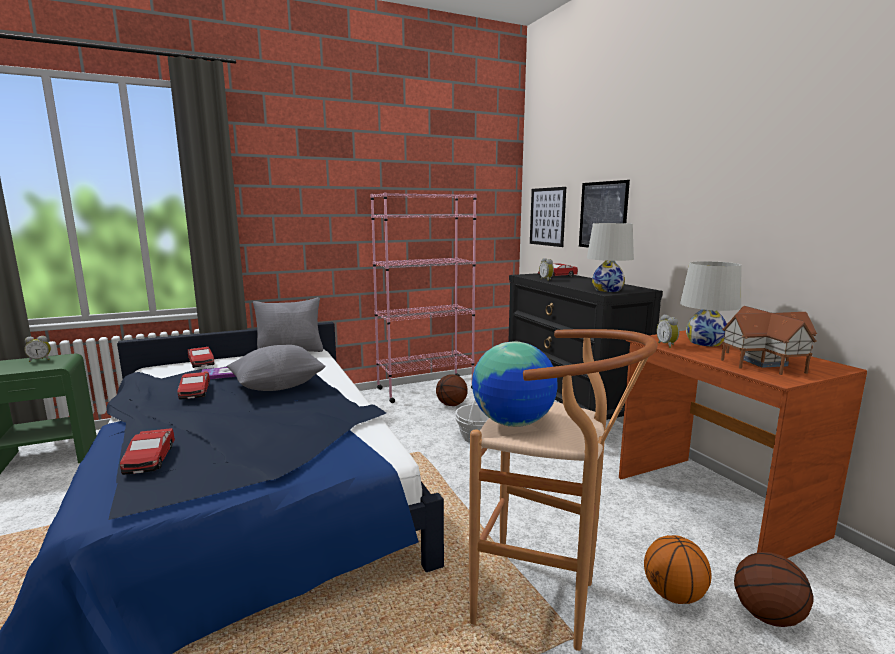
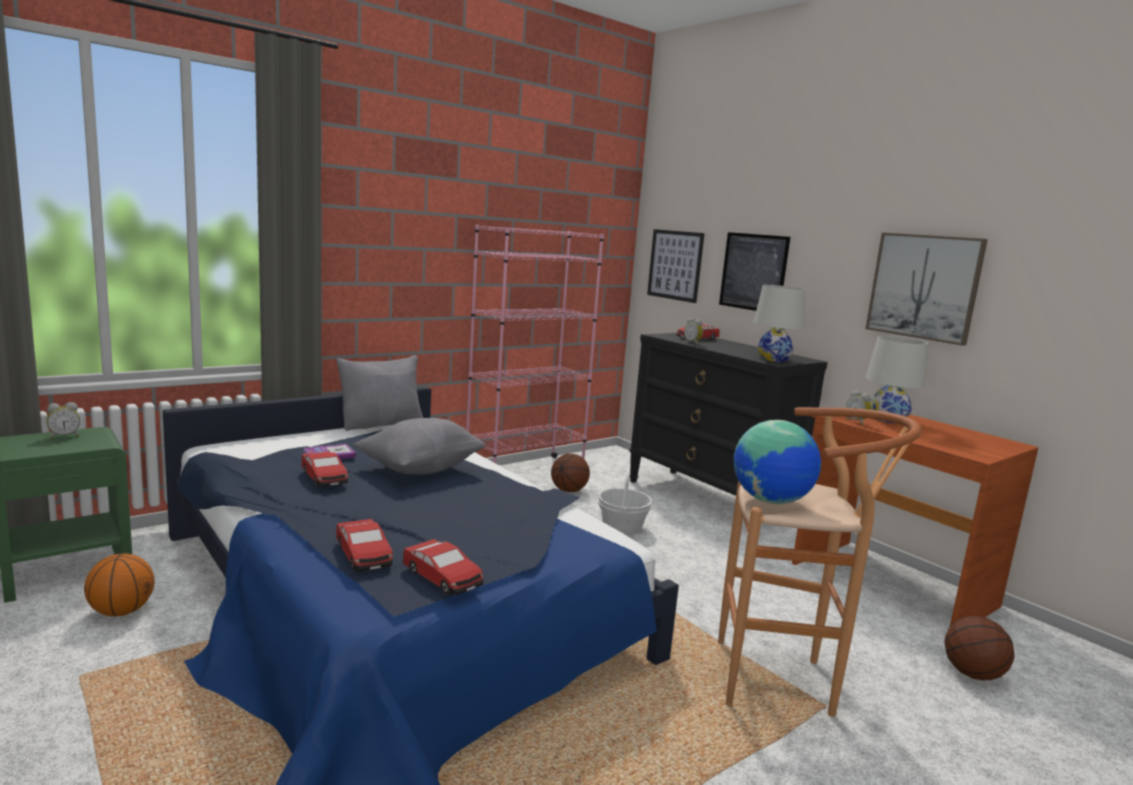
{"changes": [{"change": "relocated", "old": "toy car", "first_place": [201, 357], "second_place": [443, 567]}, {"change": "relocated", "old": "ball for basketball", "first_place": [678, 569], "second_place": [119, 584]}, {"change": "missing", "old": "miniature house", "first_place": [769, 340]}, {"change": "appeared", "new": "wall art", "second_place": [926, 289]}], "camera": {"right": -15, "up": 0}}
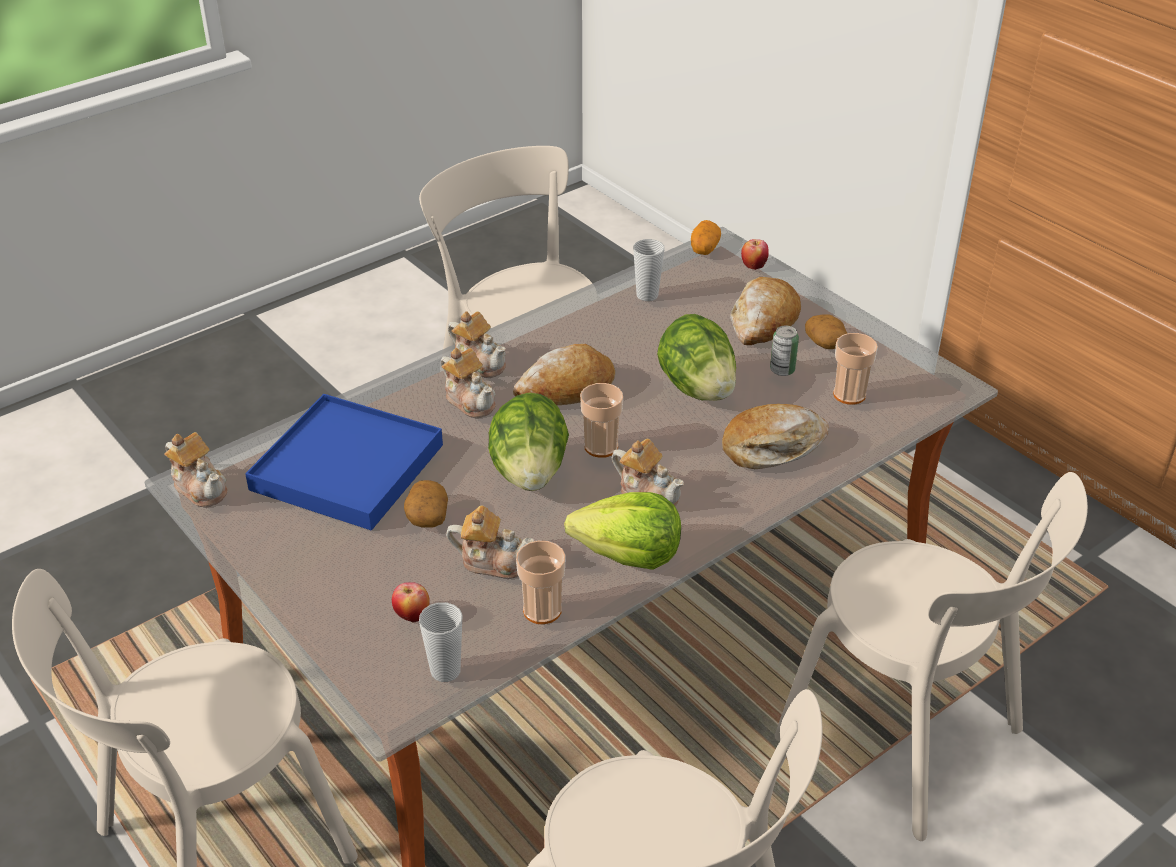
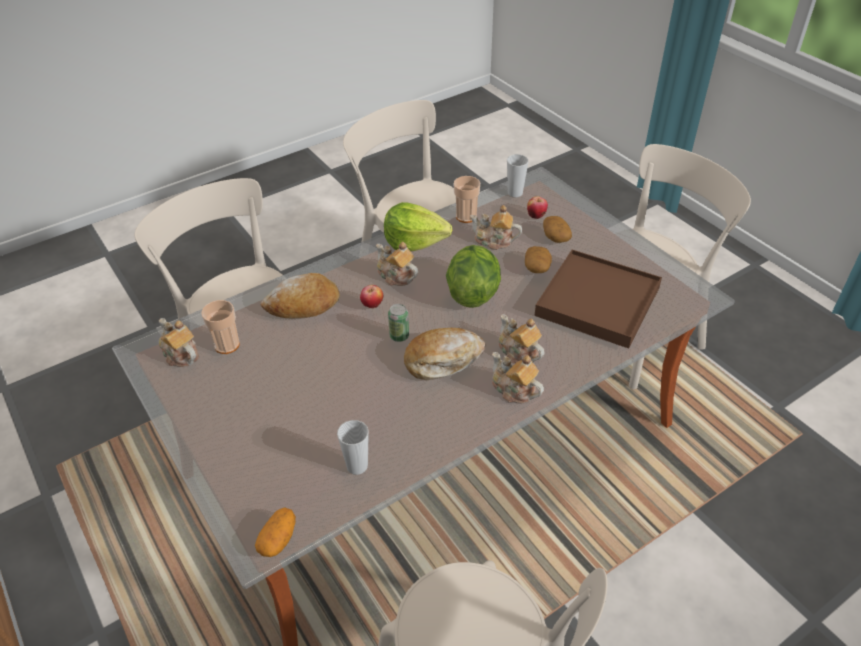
{"changes": [{"change": "relocated", "old": "teapot", "first_place": [195, 469], "second_place": [179, 342]}, {"change": "colour", "old": "blue-coloured tray", "new": "brownish tray", "first_place": [344, 462], "second_place": [598, 299]}, {"change": "missing", "old": "drinking cup", "first_place": [601, 420]}, {"change": "missing", "old": "head of lettuce", "first_place": [696, 357]}, {"change": "missing", "old": "baked bread", "first_place": [765, 311]}, {"change": "relocated", "old": "apple", "first_place": [755, 254], "second_place": [371, 296]}, {"change": "relocated", "old": "sealed can", "first_place": [784, 350], "second_place": [398, 323]}, {"change": "relocated", "old": "whole potato", "first_place": [826, 331], "second_place": [557, 229]}], "camera": {"right": -175, "up": 5}}
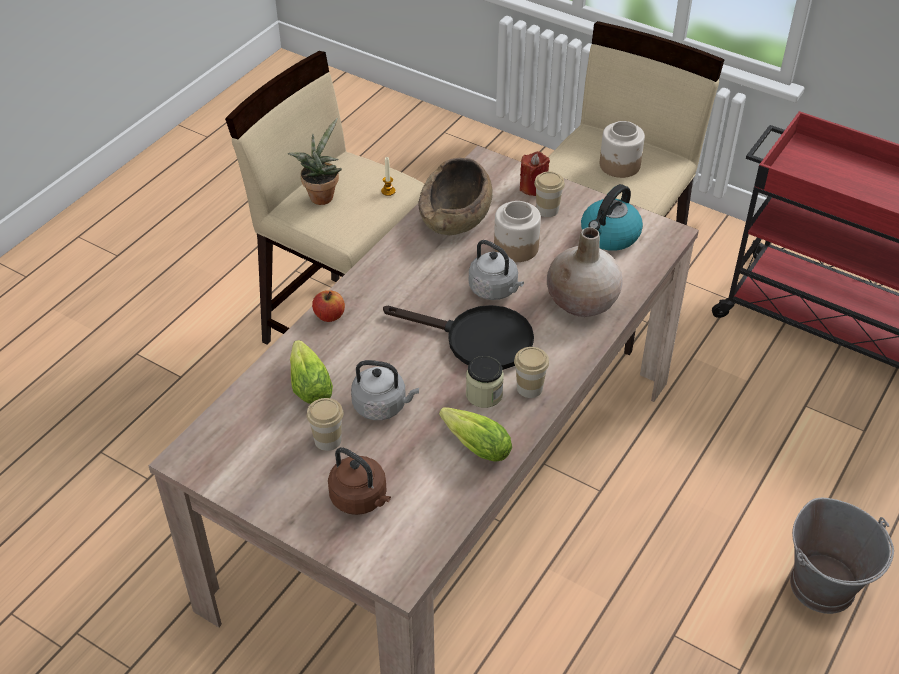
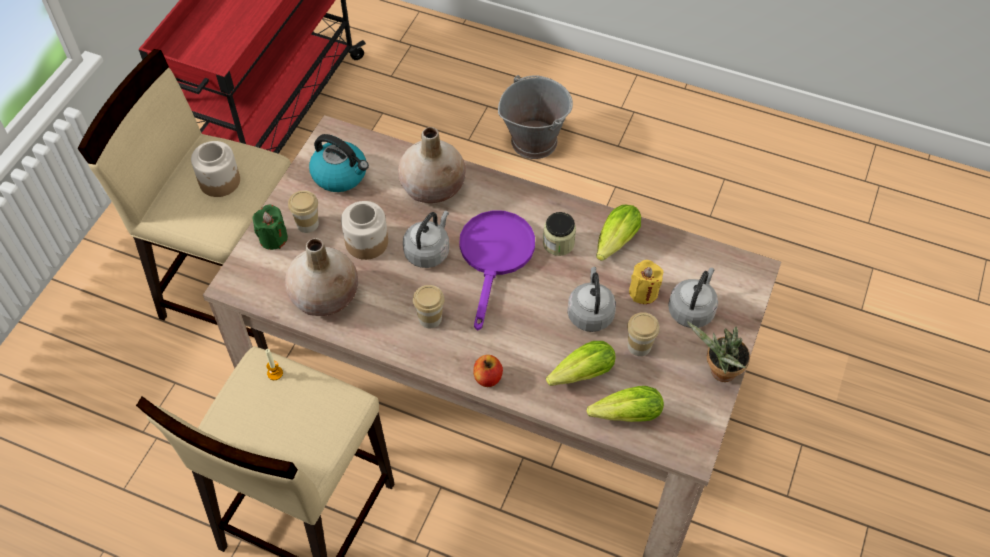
{"changes": [{"change": "relocated", "old": "houseplant", "first_place": [315, 161], "second_place": [718, 351]}, {"change": "colour", "old": "brownish kettle", "new": "greyish kettle", "first_place": [359, 481], "second_place": [693, 298]}, {"change": "colour", "old": "black-coloured frying pan", "new": "purple frying pan", "first_place": [458, 337], "second_place": [497, 270]}, {"change": "exchanged", "old": "brownish bowl", "new": "beige decorative vase", "first_place": [456, 196], "second_place": [321, 277]}, {"change": "relocated", "old": "drinking cup", "first_place": [531, 372], "second_place": [429, 306]}, {"change": "colour", "old": "red wax candle", "new": "green wax candle", "first_place": [535, 173], "second_place": [270, 227]}, {"change": "appeared", "new": "head of lettuce", "second_place": [625, 404]}, {"change": "appeared", "new": "yellowish wax candle", "second_place": [646, 282]}], "camera": {"right": -100, "up": 10}}
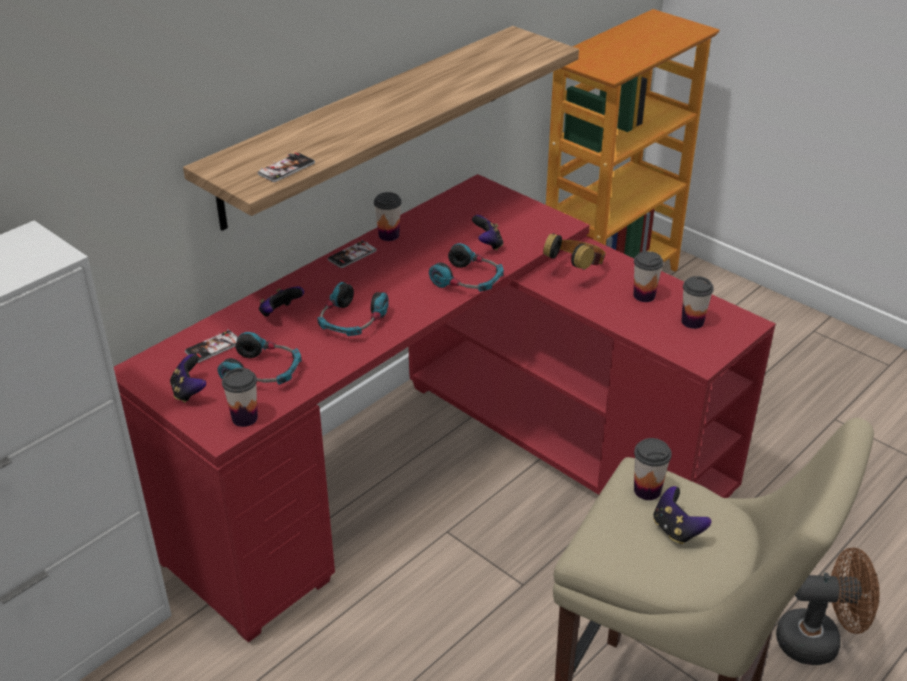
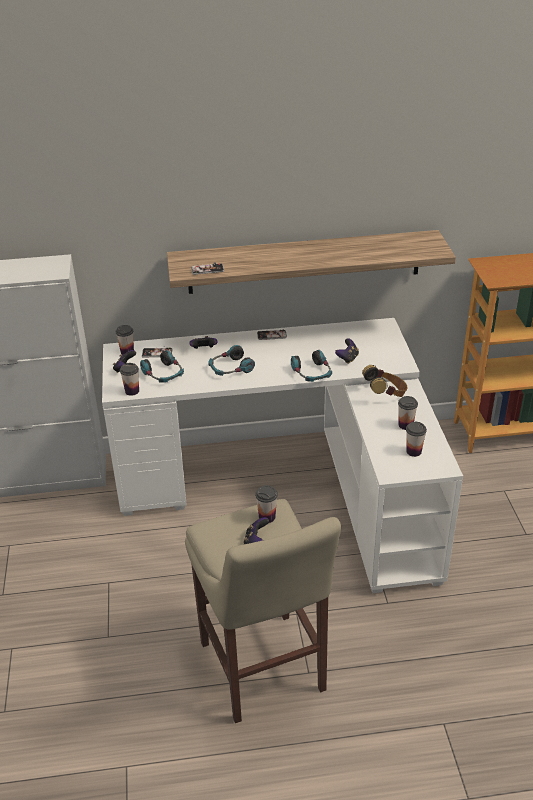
{"changes": [{"change": "colour", "old": "red desk table", "new": "white-coloured desk table", "first_place": [445, 408], "second_place": [282, 455]}, {"change": "relocated", "old": "drinking cup", "first_place": [388, 216], "second_place": [125, 340]}, {"change": "missing", "old": "brownish cooling fan", "first_place": [827, 606]}], "camera": {"right": 40, "up": 0}}
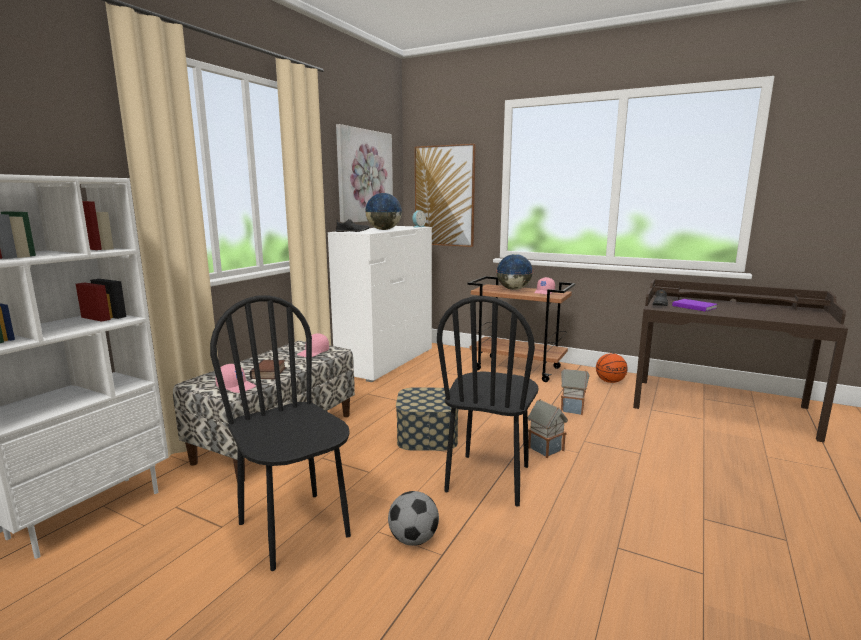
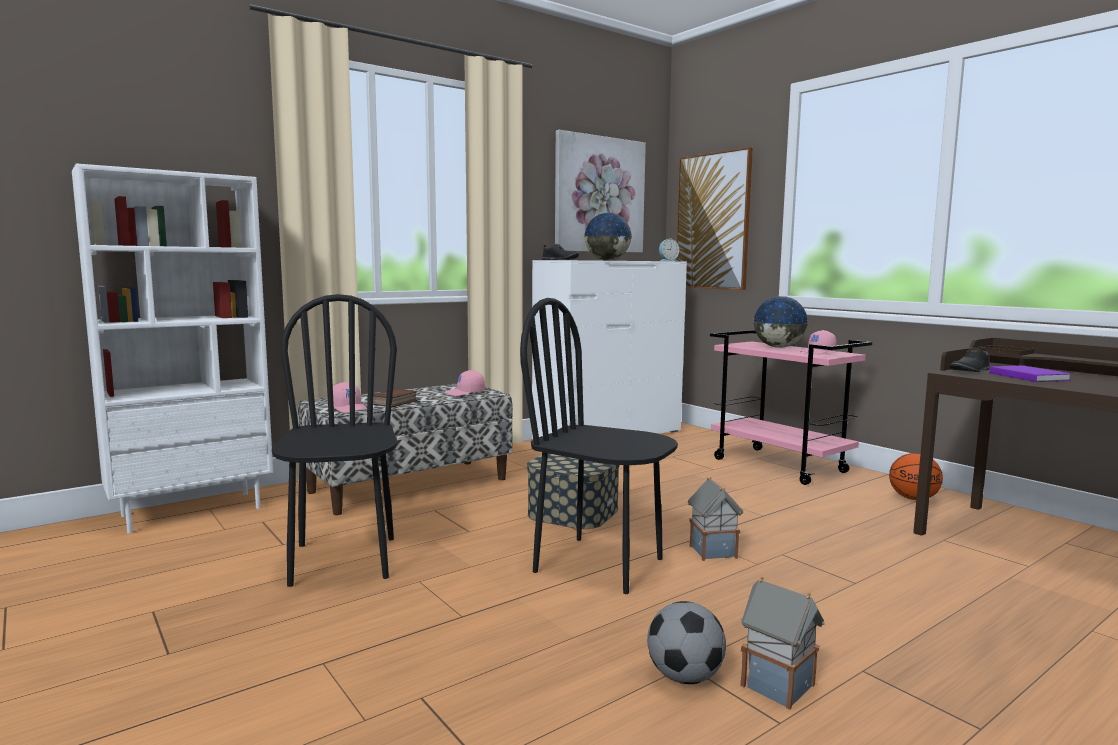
{"changes": [{"change": "relocated", "old": "ball for football", "first_place": [413, 518], "second_place": [686, 642]}, {"change": "spun", "old": "black-coloured upright chair", "first_place": [487, 401], "second_place": [599, 446], "degrees": 75}, {"change": "colour", "old": "brownish wheeled cart", "new": "pink-coloured wheeled cart", "first_place": [521, 329], "second_place": [791, 407]}, {"change": "relocated", "old": "miniature house", "first_place": [575, 391], "second_place": [782, 643]}], "camera": {"right": 25, "up": -5}}
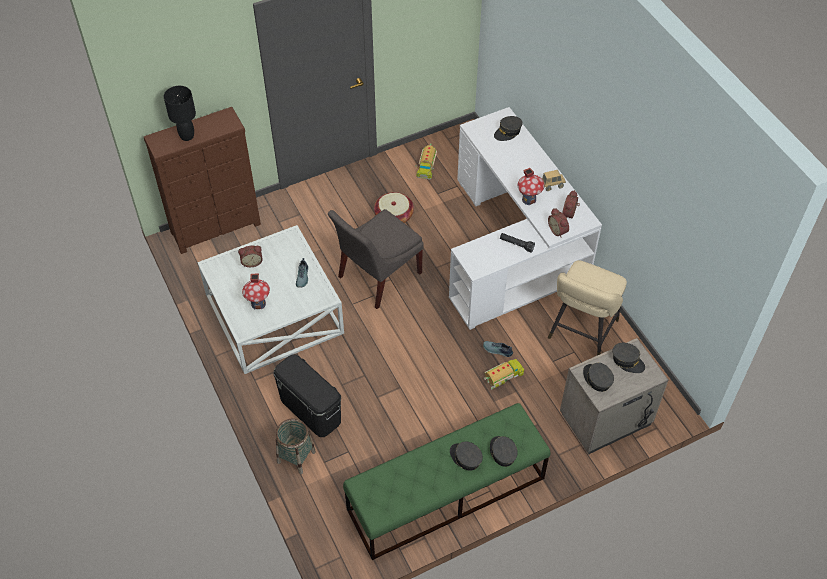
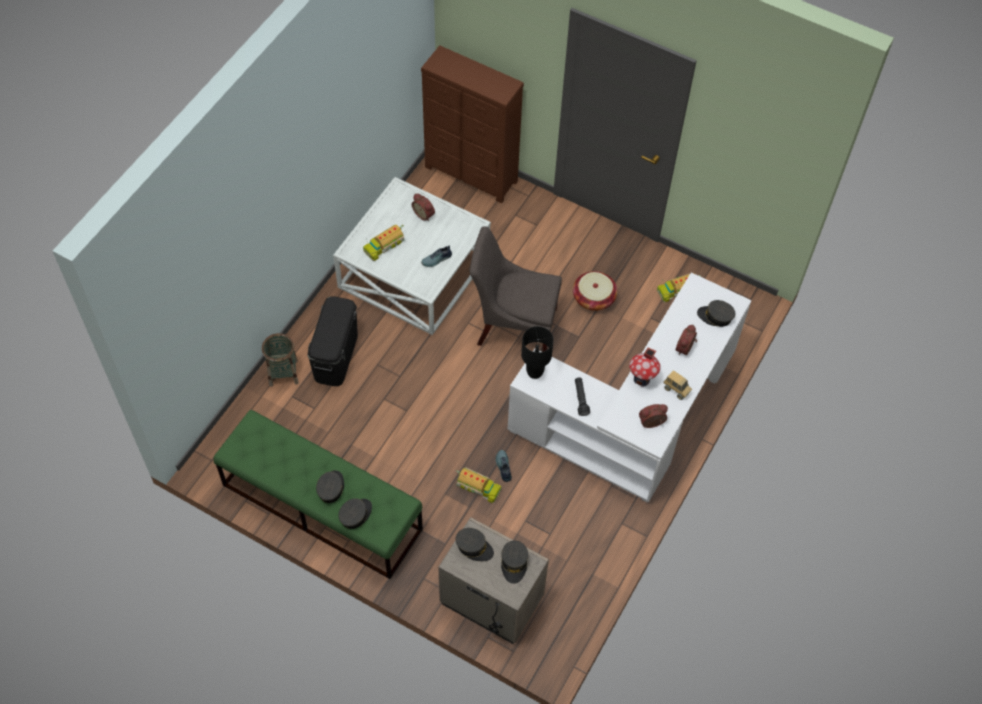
{"changes": [{"change": "relocated", "old": "black-coloured table lamp", "first_place": [180, 113], "second_place": [537, 352]}, {"change": "exchanged", "old": "miniature house", "new": "toy lorry", "first_place": [256, 291], "second_place": [383, 243]}, {"change": "relocated", "old": "table clock", "first_place": [558, 222], "second_place": [686, 340]}, {"change": "missing", "old": "beige stool seat", "first_place": [587, 307]}, {"change": "spun", "old": "greyish peaked cap", "first_place": [598, 377], "second_place": [475, 544], "degrees": 90}], "camera": {"right": 55, "up": 5}}
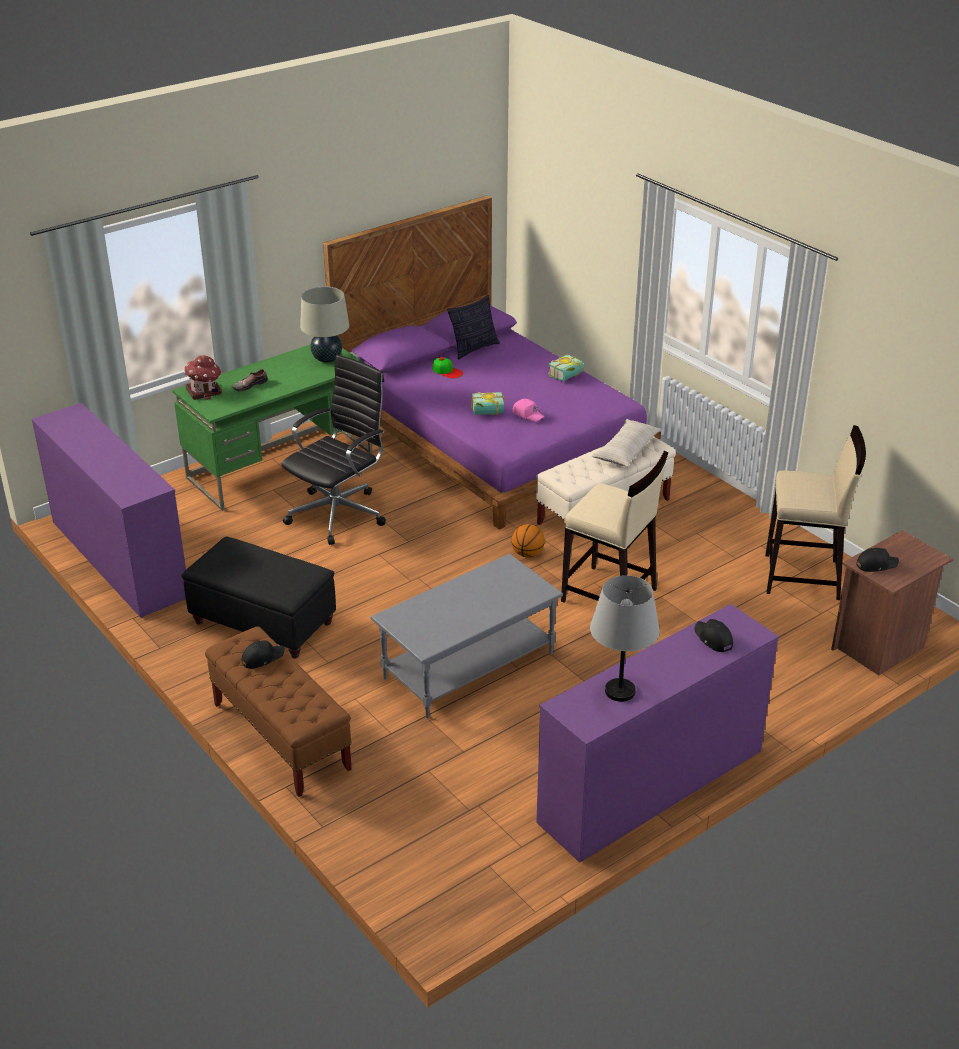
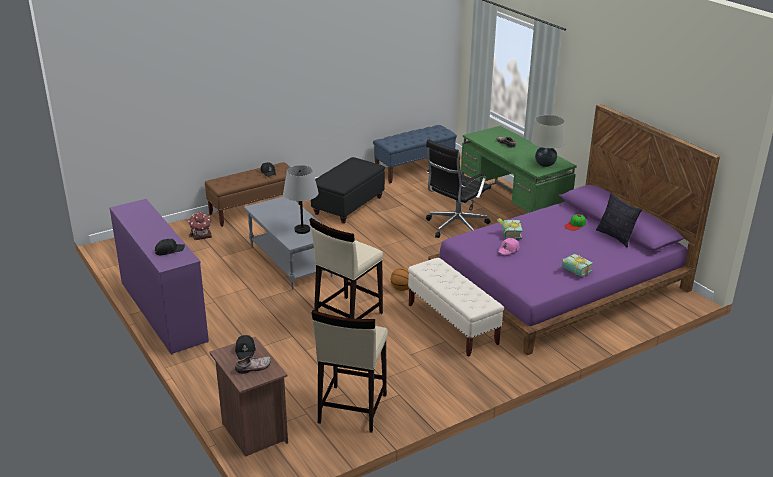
{"changes": [{"change": "exchanged", "old": "purple chest of drawers", "new": "blue-coloured long seat", "first_place": [109, 510], "second_place": [415, 154]}, {"change": "relocated", "old": "miniature house", "first_place": [203, 377], "second_place": [200, 226]}, {"change": "spun", "old": "black-coloured office chair", "first_place": [333, 450], "second_place": [458, 188], "degrees": 90}, {"change": "relocated", "old": "greyish table lamp", "first_place": [625, 638], "second_place": [301, 199]}, {"change": "missing", "old": "beige throw pillow", "first_place": [627, 443]}, {"change": "appeared", "new": "shoe", "second_place": [253, 365]}], "camera": {"right": 95, "up": -5}}
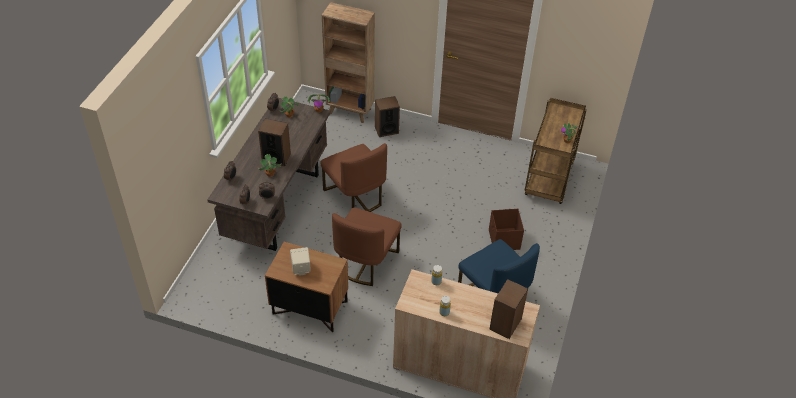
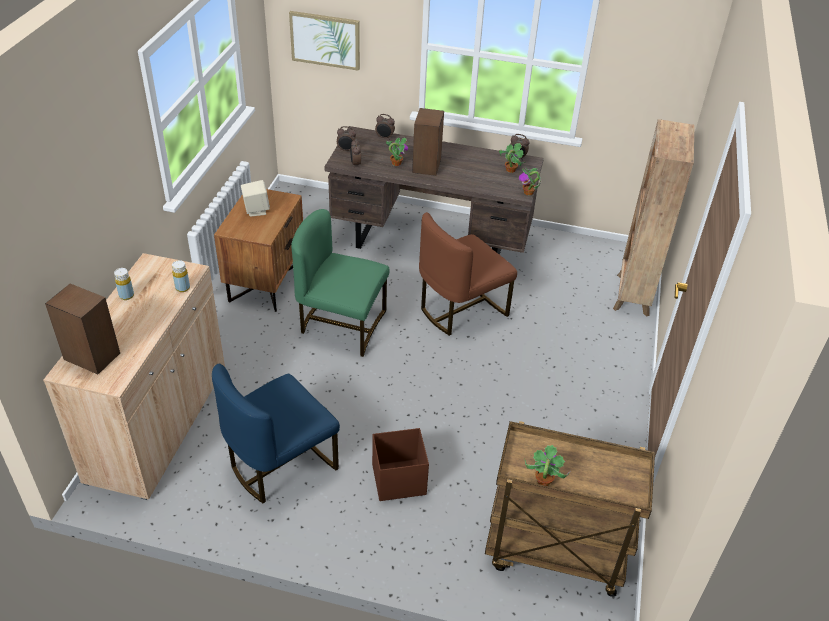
{"changes": [{"change": "colour", "old": "brownish upright chair", "new": "green upright chair", "first_place": [367, 247], "second_place": [340, 283]}, {"change": "missing", "old": "speaker", "first_place": [387, 116]}, {"change": "appeared", "new": "wall art", "second_place": [324, 41]}], "camera": {"right": 85, "up": -5}}
